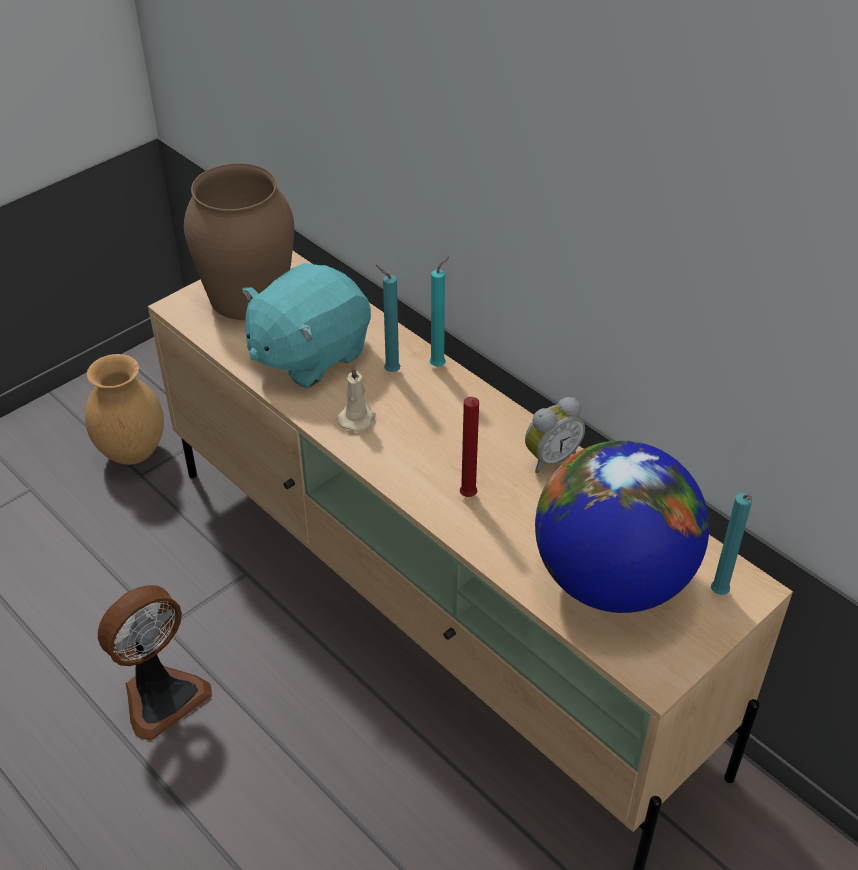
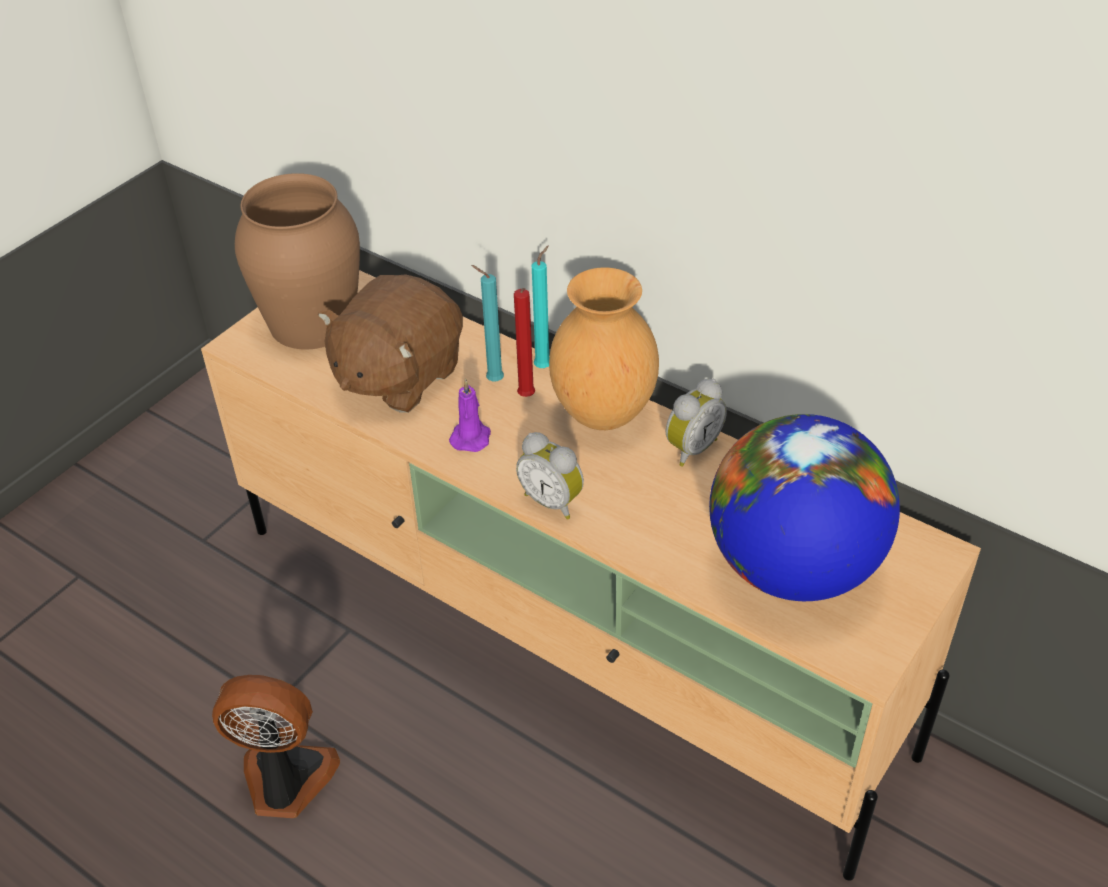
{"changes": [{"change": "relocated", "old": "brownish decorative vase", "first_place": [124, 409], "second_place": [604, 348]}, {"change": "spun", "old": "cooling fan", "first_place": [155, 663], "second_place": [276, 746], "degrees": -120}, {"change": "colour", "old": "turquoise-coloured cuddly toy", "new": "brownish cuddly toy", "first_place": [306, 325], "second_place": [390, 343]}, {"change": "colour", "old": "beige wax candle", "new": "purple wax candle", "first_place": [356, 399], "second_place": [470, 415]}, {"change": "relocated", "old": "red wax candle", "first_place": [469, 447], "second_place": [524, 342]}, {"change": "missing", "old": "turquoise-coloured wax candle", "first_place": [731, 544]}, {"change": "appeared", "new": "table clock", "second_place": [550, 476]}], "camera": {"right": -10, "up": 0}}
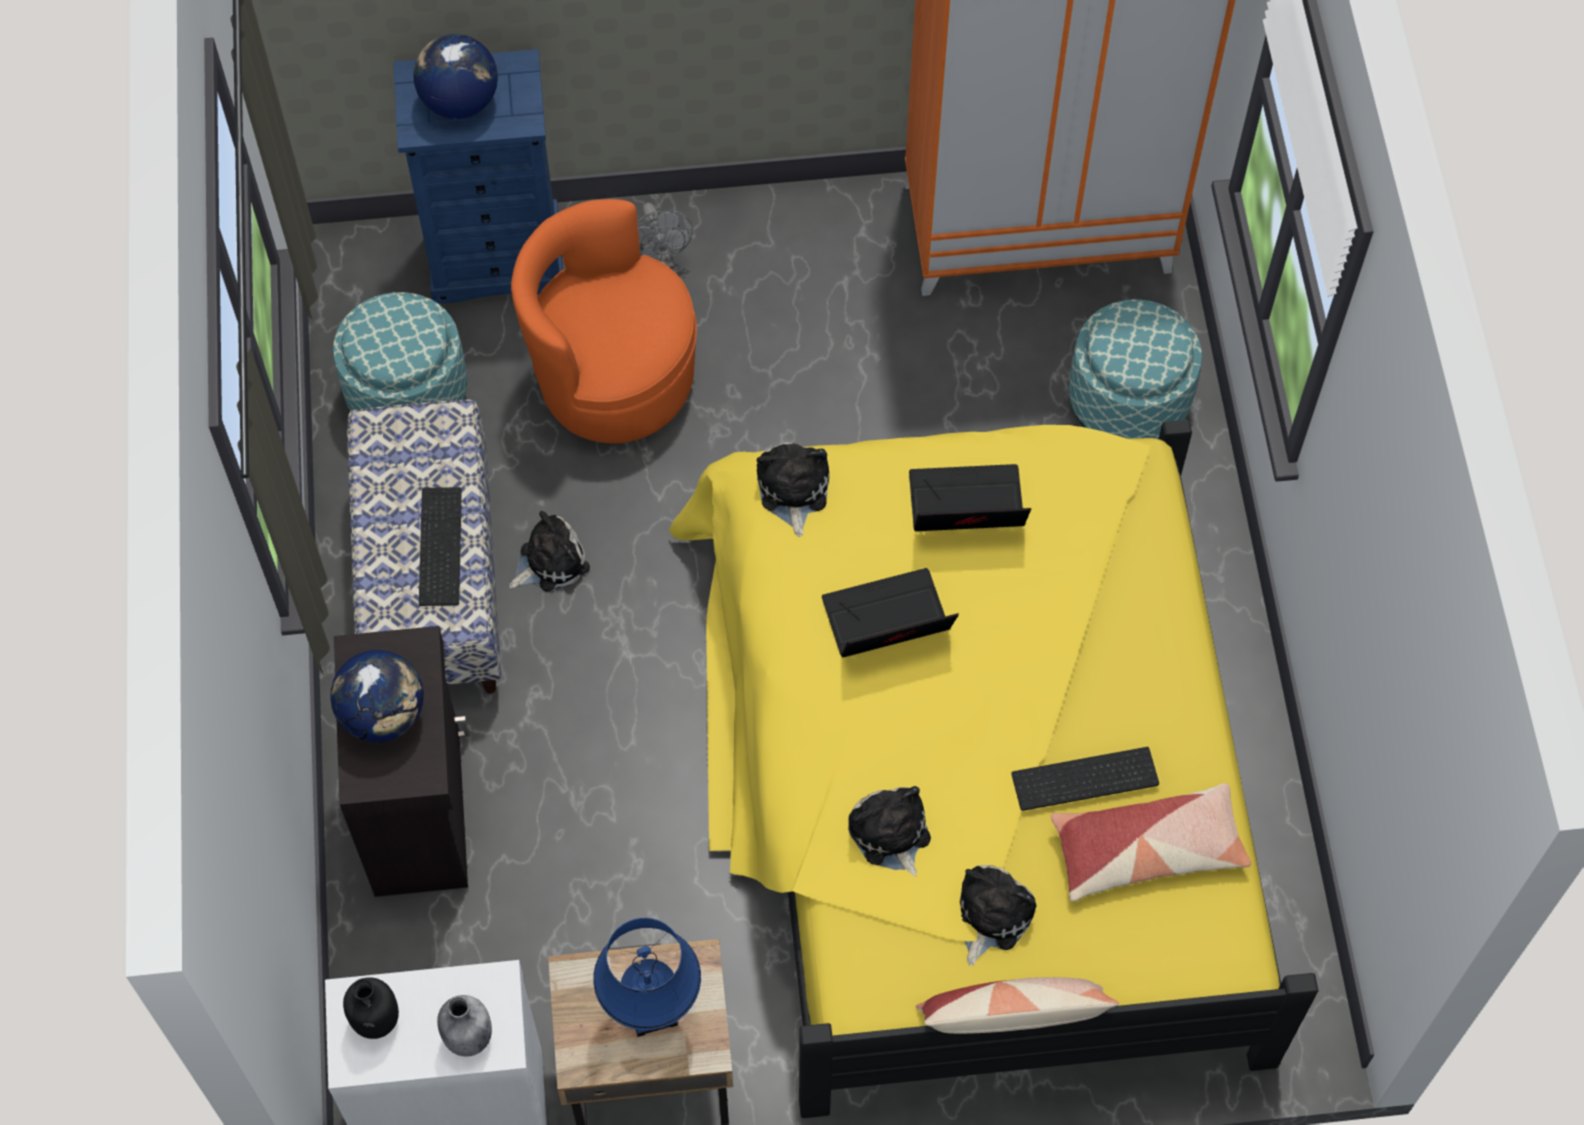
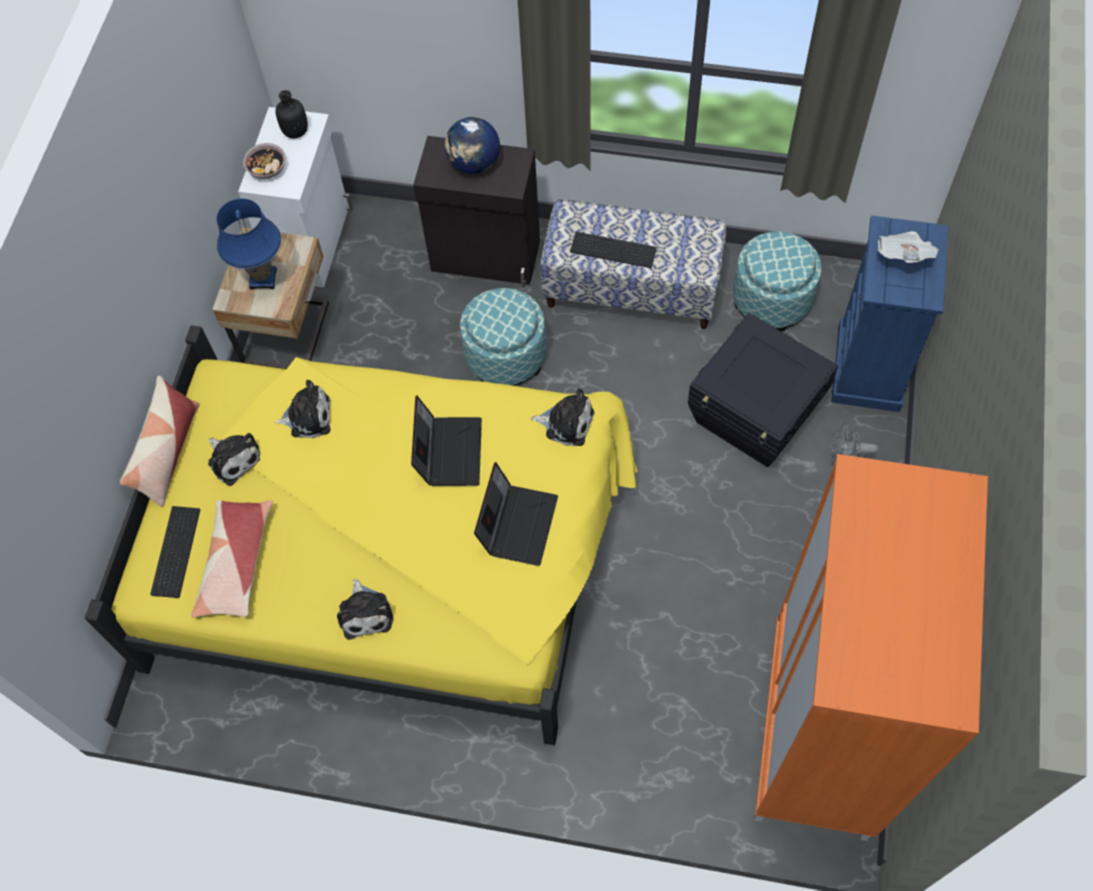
{"changes": [{"change": "exchanged", "old": "world globe", "new": "printed paper", "first_place": [455, 76], "second_place": [908, 247]}, {"change": "exchanged", "old": "greyish bottle", "new": "bowl", "first_place": [464, 1026], "second_place": [264, 161]}, {"change": "relocated", "old": "cuddly toy", "first_place": [549, 551], "second_place": [365, 609]}, {"change": "exchanged", "old": "orange easy chair", "new": "black-coloured storage bin", "first_place": [604, 321], "second_place": [763, 390]}, {"change": "relocated", "old": "keyboard", "first_place": [1085, 779], "second_place": [175, 552]}, {"change": "relocated", "old": "ottoman", "first_place": [1135, 369], "second_place": [503, 337]}], "camera": {"right": 110, "up": 0}}
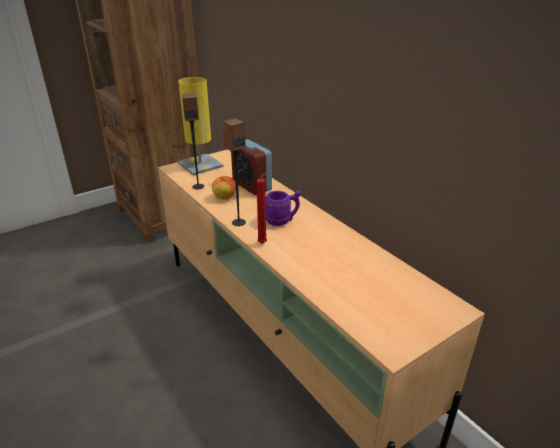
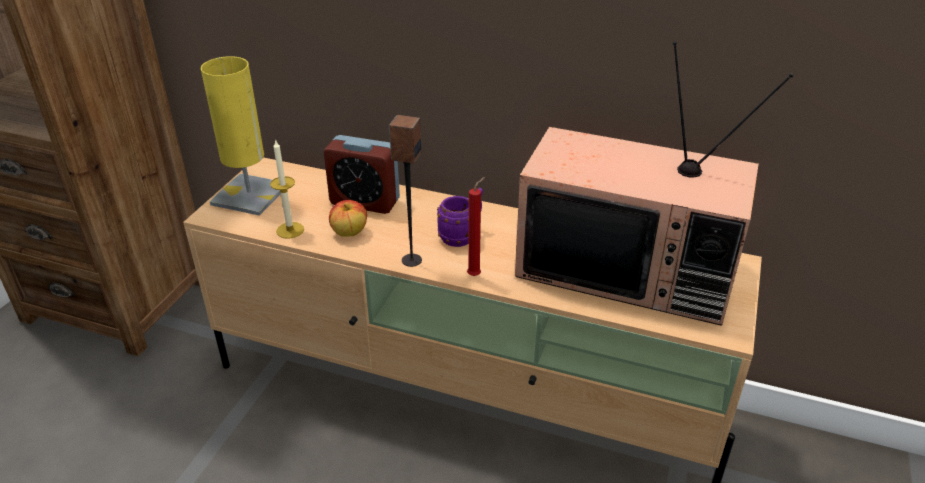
{"changes": [{"change": "exchanged", "old": "speaker", "new": "wax candle", "first_place": [193, 141], "second_place": [287, 189]}, {"change": "appeared", "new": "TV set", "second_place": [654, 183]}], "camera": {"right": -35, "up": 5}}
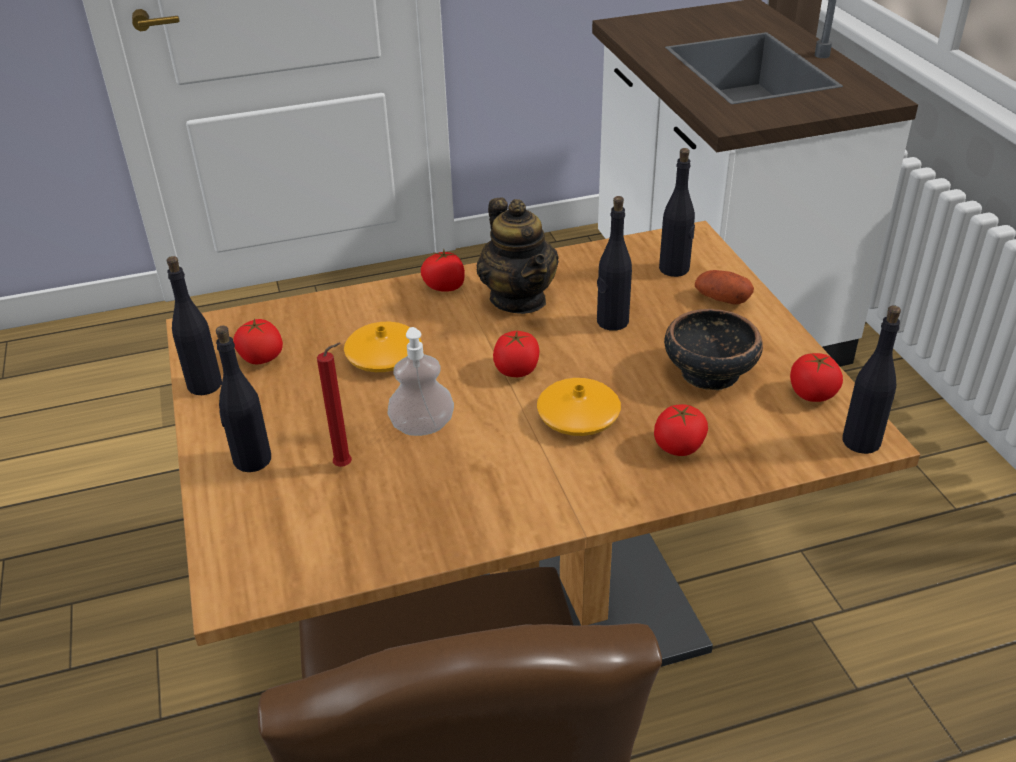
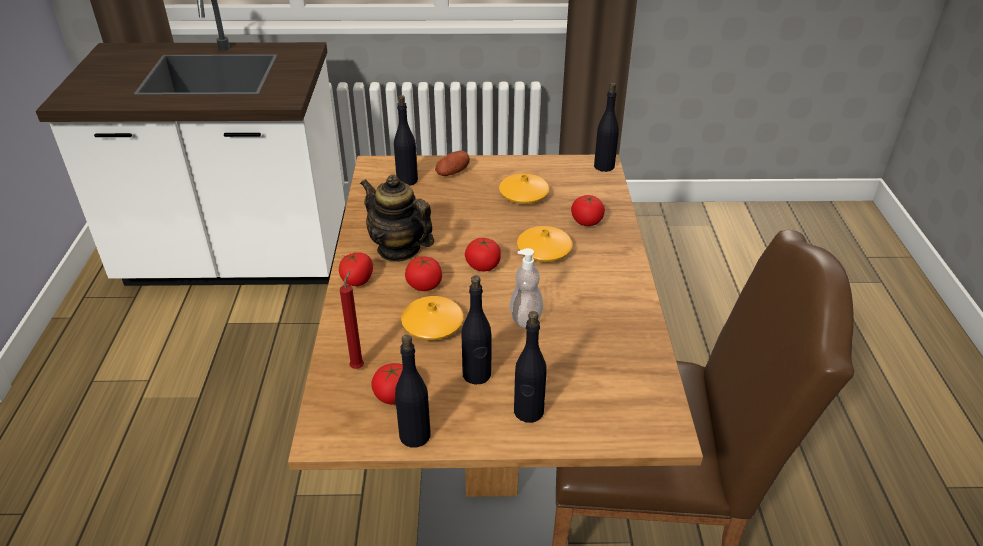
{"changes": [{"change": "relocated", "old": "red wax candle", "first_place": [334, 405], "second_place": [352, 320]}, {"change": "spun", "old": "teapot", "first_place": [518, 256], "second_place": [397, 218], "degrees": -135}, {"change": "relocated", "old": "black-coloured bottle", "first_place": [614, 263], "second_place": [476, 330]}, {"change": "exchanged", "old": "bowl", "new": "orange decorative vase", "first_place": [713, 349], "second_place": [524, 188]}, {"change": "relocated", "old": "whole tomato", "first_place": [816, 377], "second_place": [423, 274]}], "camera": {"right": -75, "up": 0}}
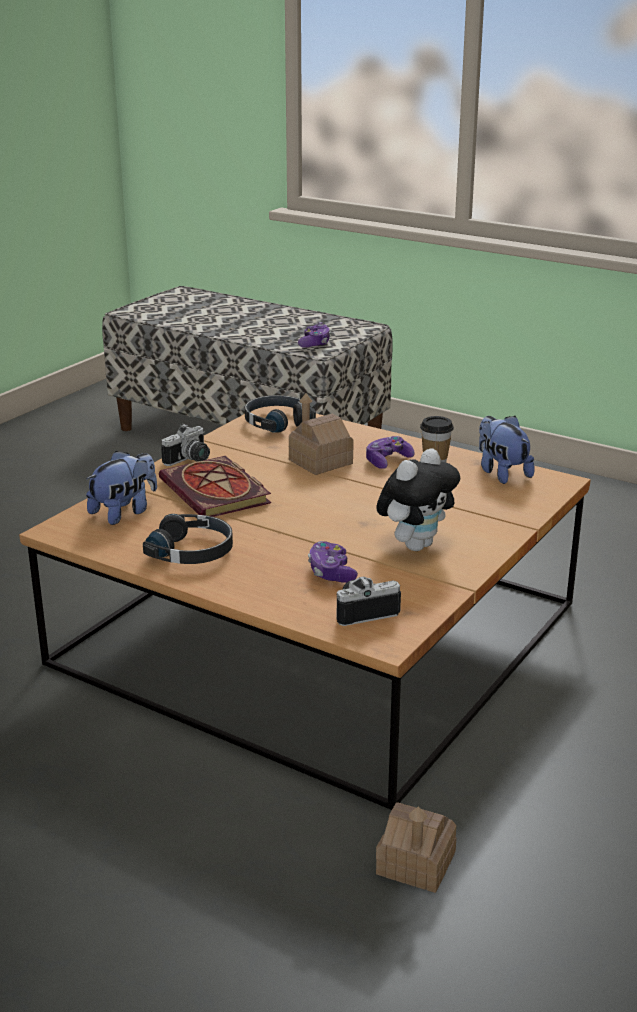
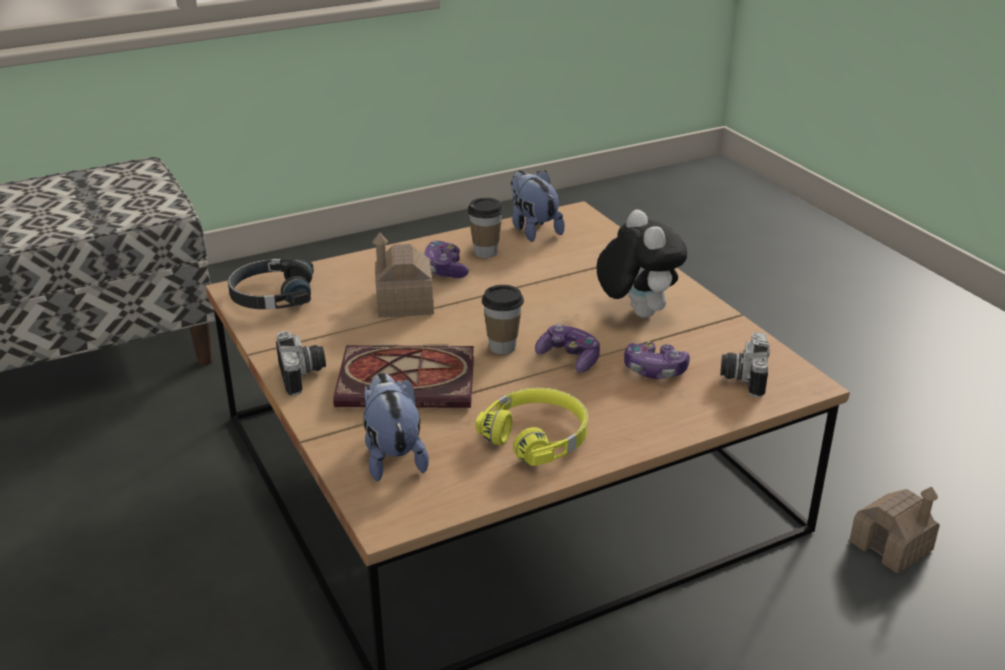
{"changes": [{"change": "colour", "old": "black-coloured headphones", "new": "yellowish headphones", "first_place": [188, 539], "second_place": [531, 427]}, {"change": "relocated", "old": "game controller", "first_place": [314, 335], "second_place": [567, 348]}, {"change": "spun", "old": "cuddly toy", "first_place": [507, 450], "second_place": [538, 206], "degrees": 60}, {"change": "appeared", "new": "drinking cup", "second_place": [503, 319]}], "camera": {"right": -60, "up": 5}}
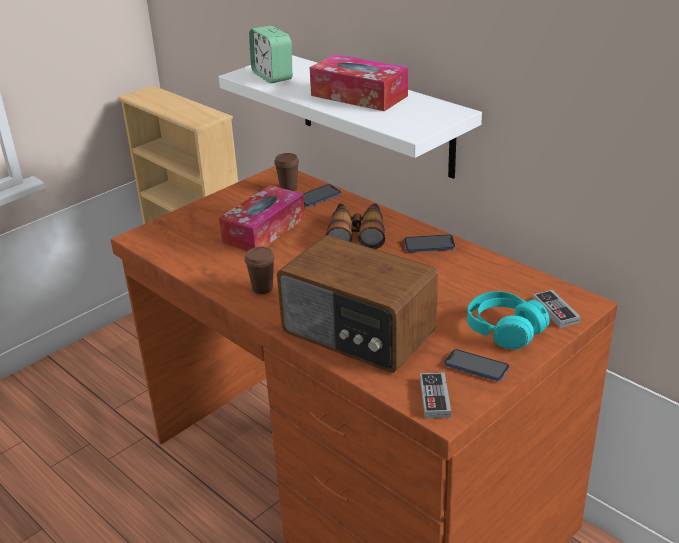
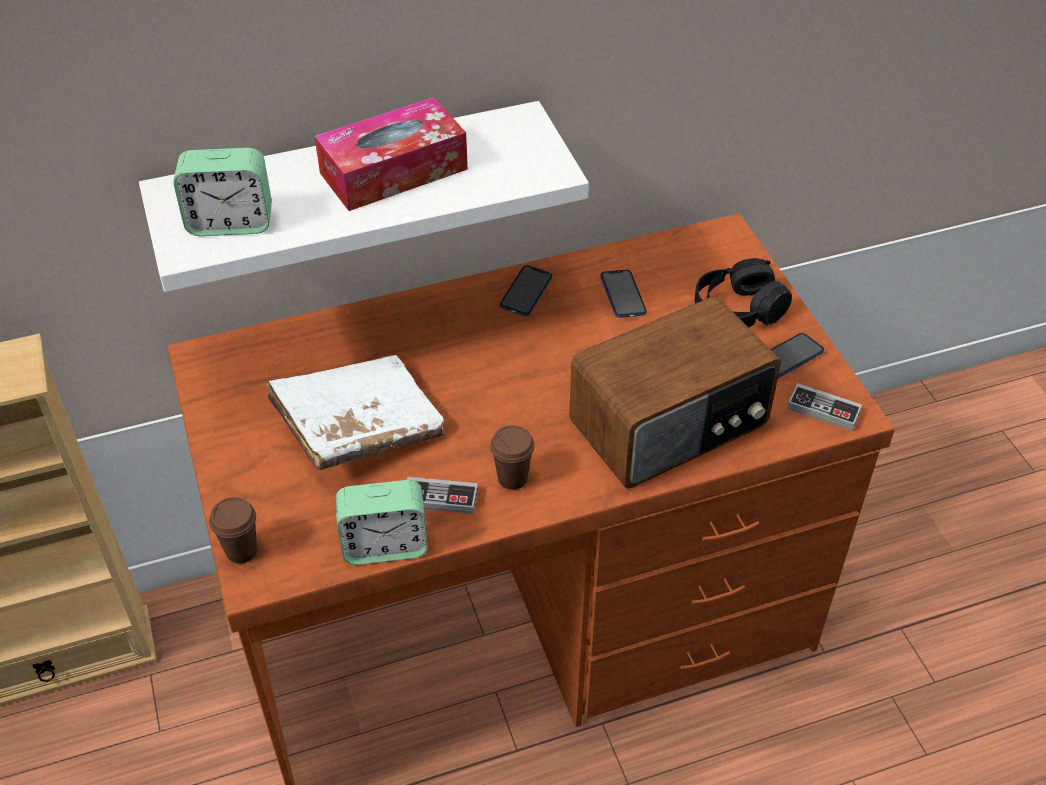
{"changes": [{"change": "exchanged", "old": "tissue holder", "new": "white-coloured book", "first_place": [262, 218], "second_place": [355, 412]}, {"change": "relocated", "old": "brownish drinking cup", "first_place": [286, 172], "second_place": [233, 530]}, {"change": "relocated", "old": "telephone", "first_place": [322, 195], "second_place": [623, 294]}, {"change": "missing", "old": "field glasses", "first_place": [355, 226]}, {"change": "colour", "old": "turquoise-coloured headphones", "new": "black-coloured headphones", "first_place": [508, 320], "second_place": [743, 293]}, {"change": "relocated", "old": "game controller", "first_place": [556, 309], "second_place": [442, 495]}, {"change": "appeared", "new": "table clock", "second_place": [382, 522]}], "camera": {"right": -65, "up": 15}}
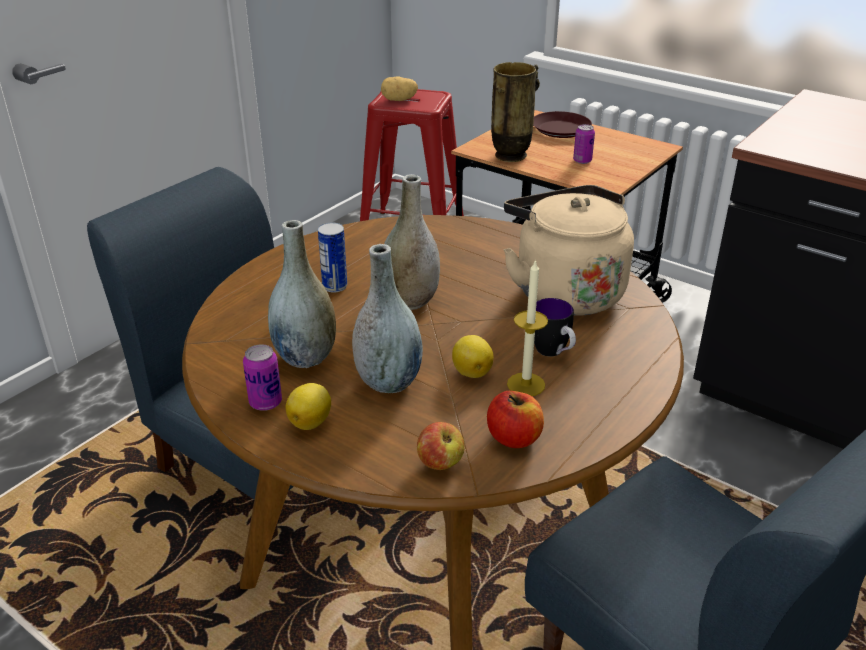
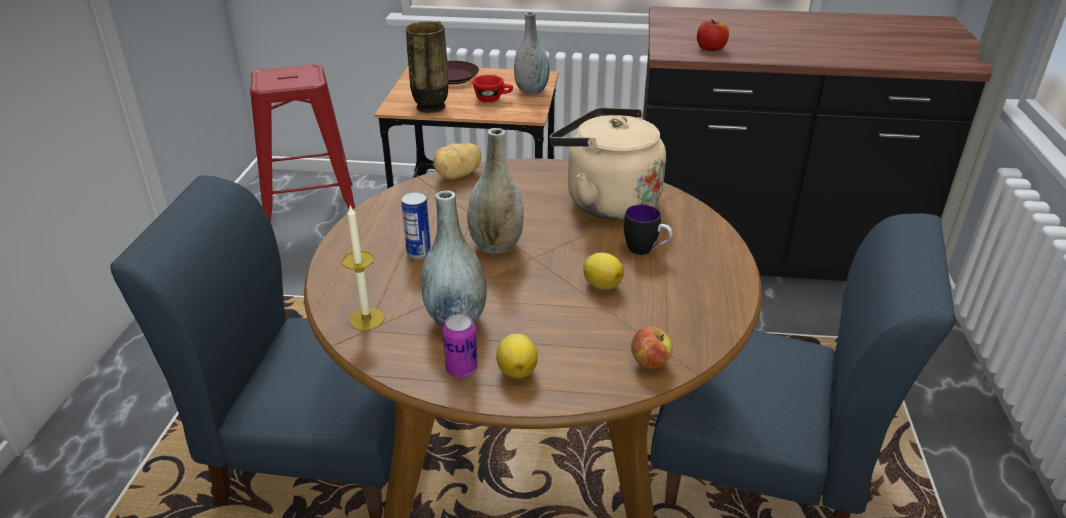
{"changes": [{"change": "relocated", "old": "greyish decorative vase", "first_place": [387, 318], "second_place": [531, 53]}, {"change": "relocated", "old": "whole potato", "first_place": [399, 89], "second_place": [457, 161]}, {"change": "relocated", "old": "apple", "first_place": [515, 419], "second_place": [713, 35]}, {"change": "relocated", "old": "wax candle", "first_place": [527, 327], "second_place": [363, 268]}, {"change": "exchanged", "old": "sealed can", "new": "red drinking cup", "first_place": [584, 144], "second_place": [492, 88]}], "camera": {"right": -30, "up": 0}}
